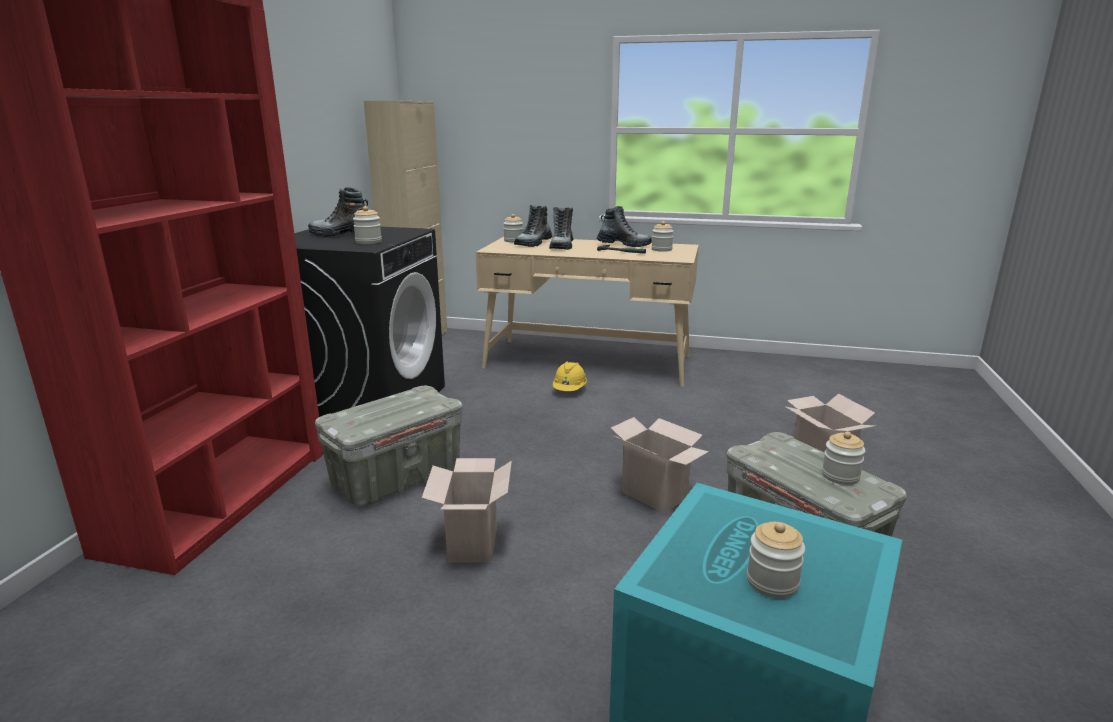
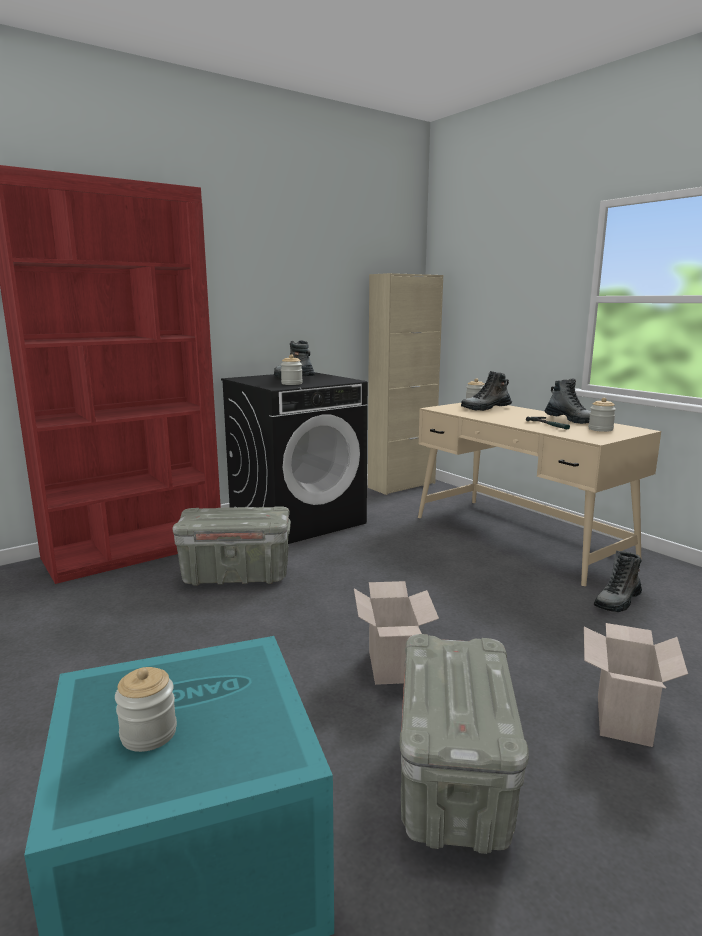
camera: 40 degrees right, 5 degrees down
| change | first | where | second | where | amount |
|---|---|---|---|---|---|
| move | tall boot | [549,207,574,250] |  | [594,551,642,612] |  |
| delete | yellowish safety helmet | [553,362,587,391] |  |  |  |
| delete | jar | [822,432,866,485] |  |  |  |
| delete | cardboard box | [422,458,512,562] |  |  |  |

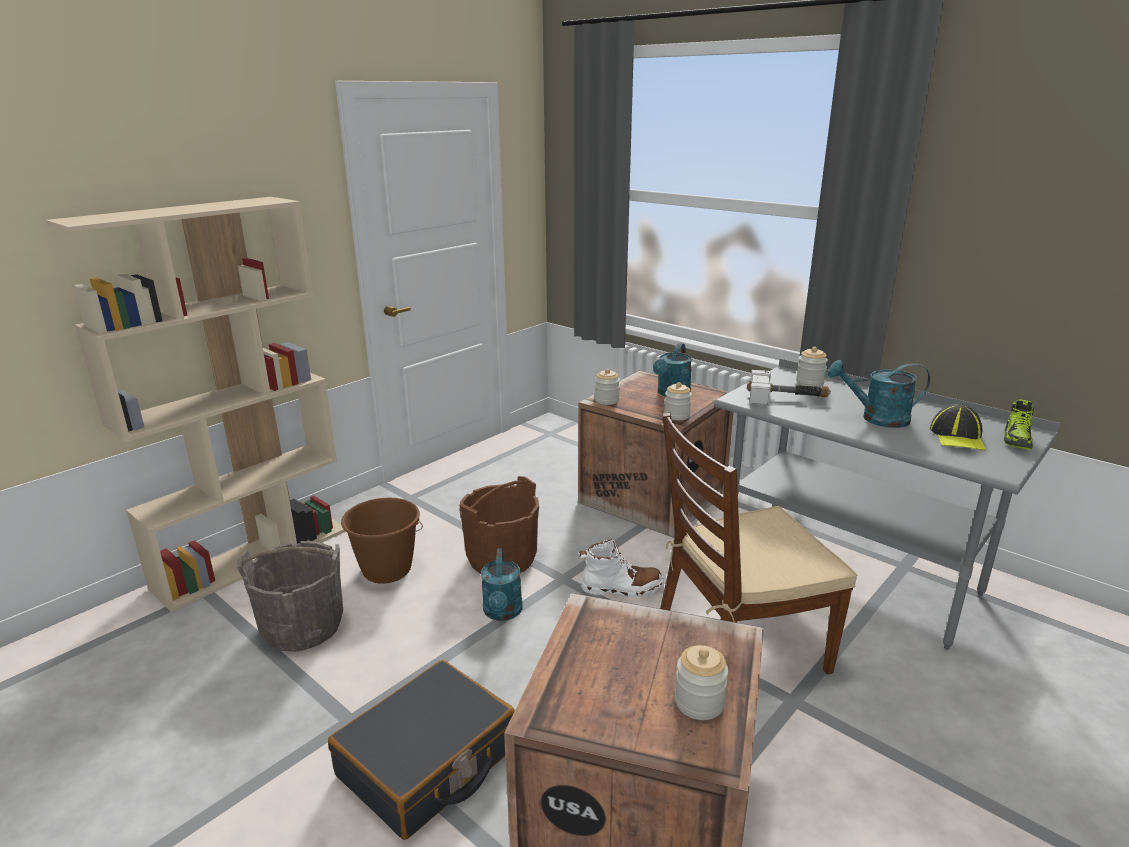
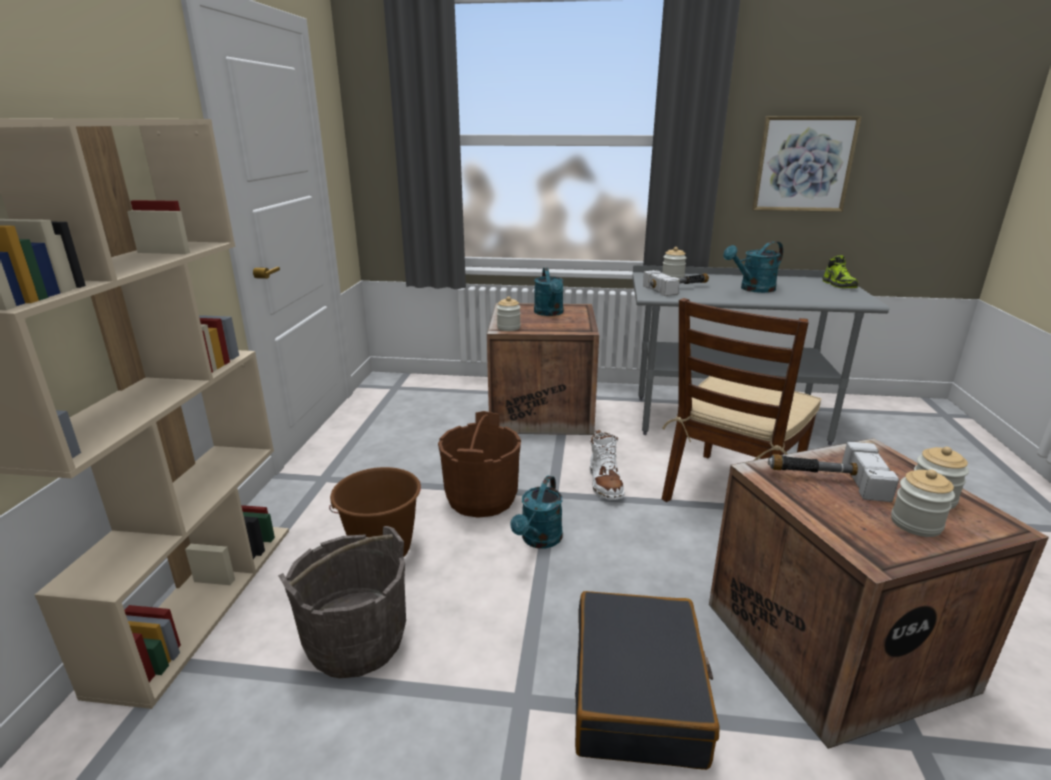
camera: 35 degrees left, 0 degrees up
| change | first | where | second | where | amount |
|---|---|---|---|---|---|
| move | jar | [664,382,692,420] |  | [891,469,955,537] |  |
| delete | baseball cap | [930,404,986,451] |  |  |  |
| rotate | white tall boot | [579,539,664,597] |  | [590,430,625,500] | 120 degrees clockwise |
| rotate | turquoise watering pot | [481,548,523,621] |  | [510,475,563,548] | 60 degrees clockwise |
| insert |  |  | picture | [752,116,862,212] |  |
| insert |  |  | hand hammer | [768,441,899,502] |  |

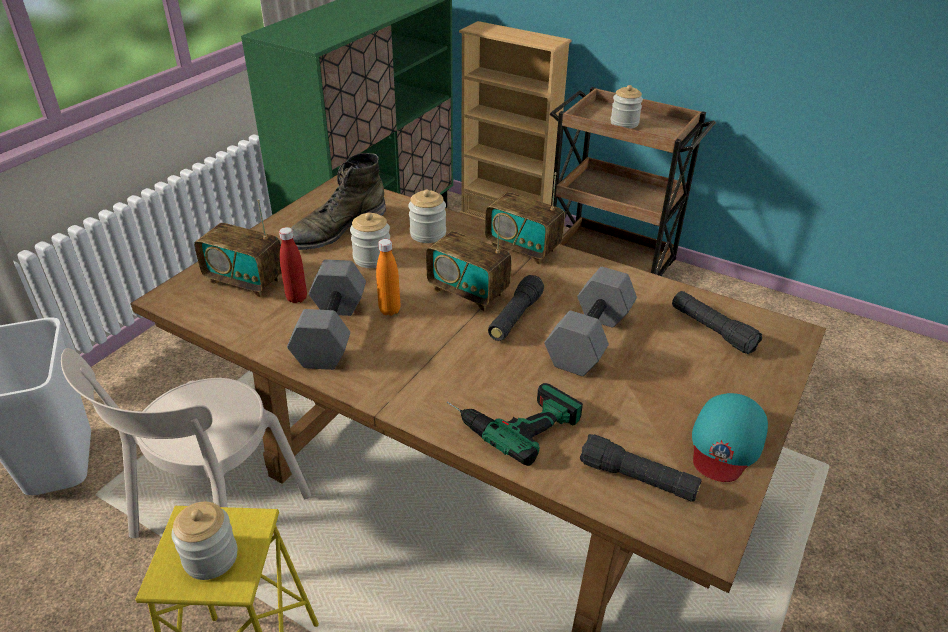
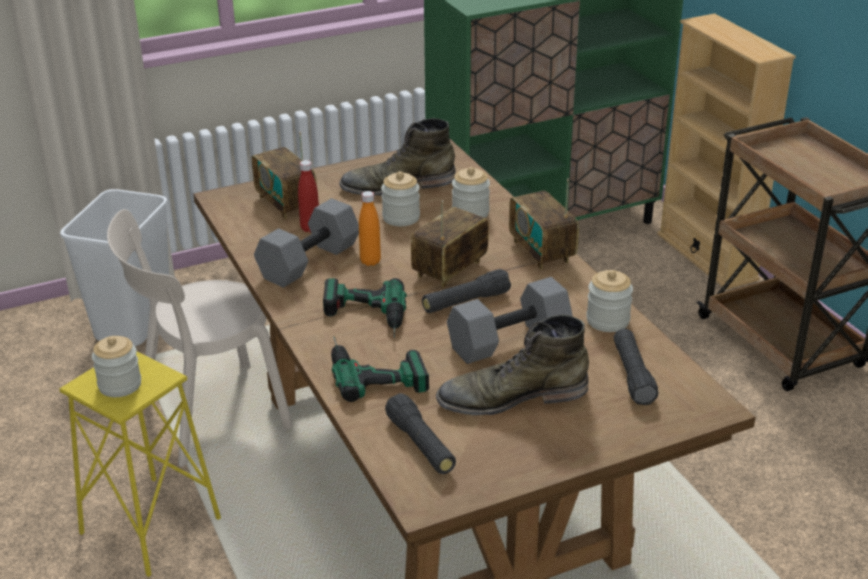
camera: 35 degrees right, 5 degrees down
| change | first | where | second | where | amount |
|---|---|---|---|---|---|
| move | jar | [611,85,643,129] |  | [586,270,633,332] |  |
| rotate | radio | [426,213,512,311] |  | [411,200,489,288] | 60 degrees clockwise |
| delete | turquoise baseball cap | [692,393,768,482] |  |  |  |
| insert |  |  | power drill | [323,278,406,338] |  |
| insert |  |  | green tall boot | [436,314,589,415] |  |

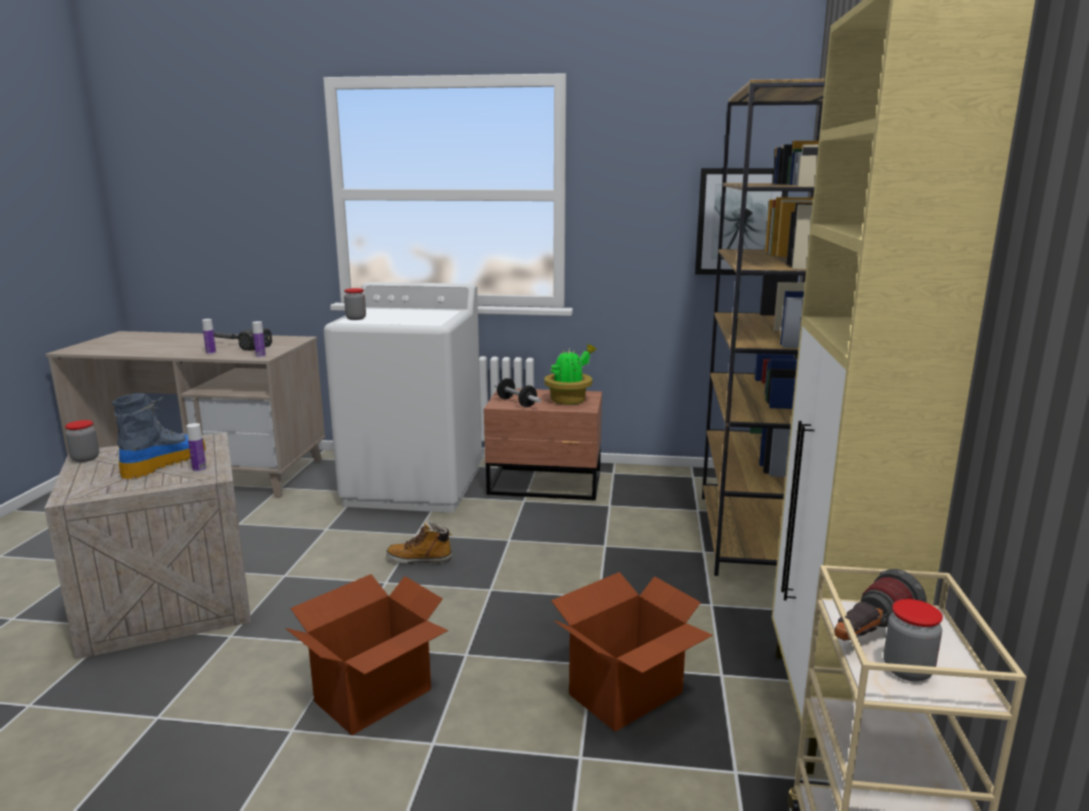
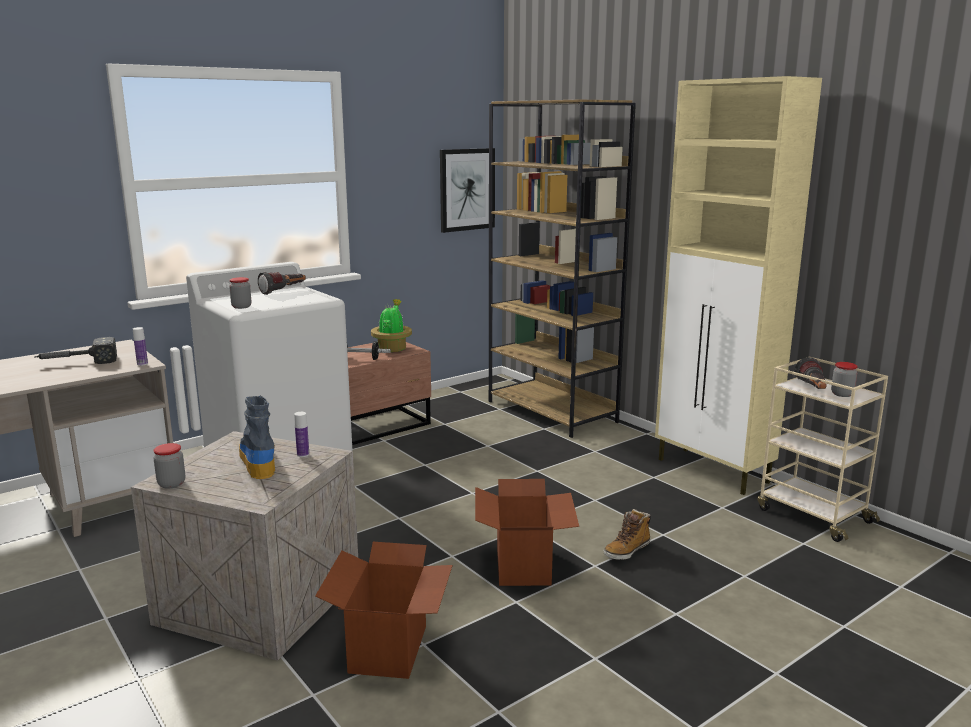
camera: 45 degrees left, 0 degrees up
| change | first | where | second | where | amount |
|---|---|---|---|---|---|
| delete | drink bottle | [202,319,216,354] |  |  |  |
| move | tall boot | [386,520,452,564] |  | [604,509,651,560] |  |
| move | cardboard box | [551,572,713,732] |  | [315,542,453,679] |  |
| insert |  |  | flashlight | [258,272,306,295] |  |

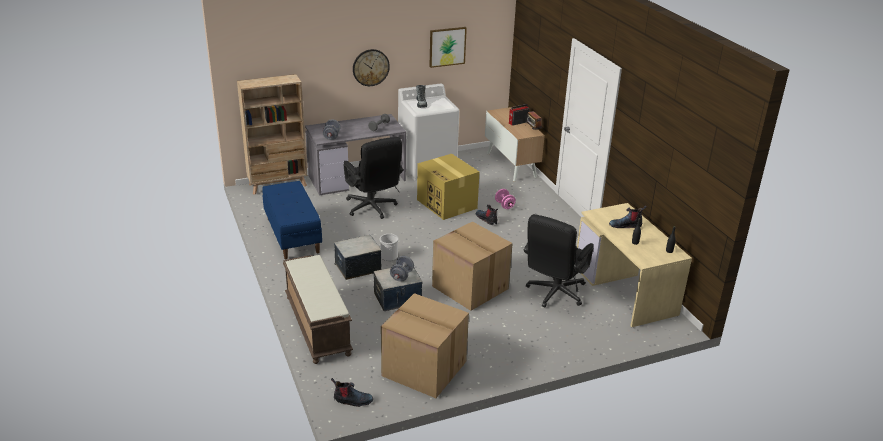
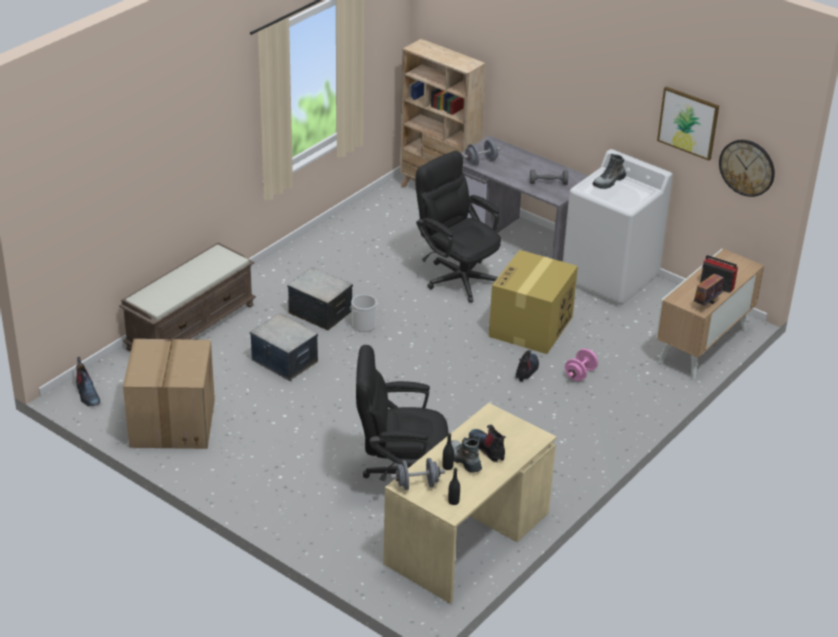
camera: 60 degrees right, 5 degrees up
| change | first | where | second | where | amount |
|---|---|---|---|---|---|
| move | wall clock | [353,49,390,86] |  | [719,140,775,197] |  |
| rotate | blackish desk chair | [343,137,403,219] |  | [416,151,501,302] | 105 degrees clockwise |
| delete | blue-coloured bench | [262,181,322,259] |  |  |  |
| delete | cardboard box | [432,222,513,311] |  |  |  |
| move | grey dumbbell | [390,256,414,282] |  | [391,458,445,490] |  |
| insert |  |  | tall boot | [451,435,482,473] |  |

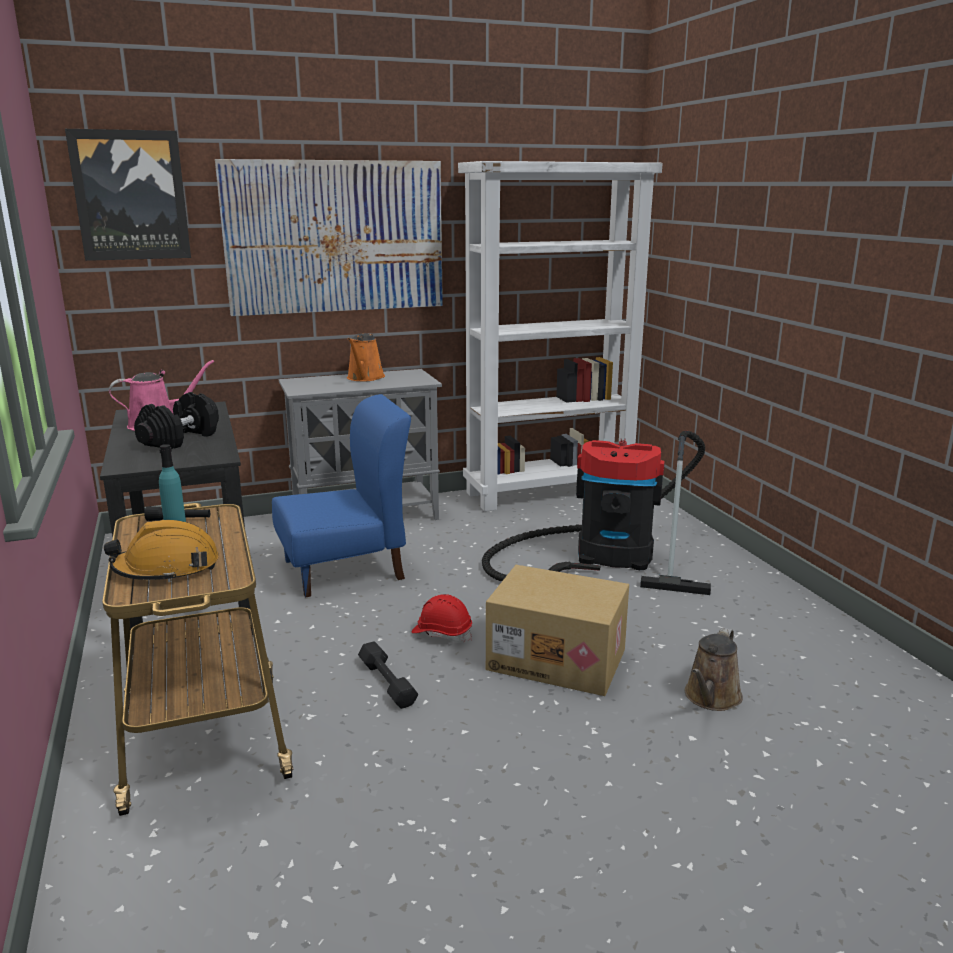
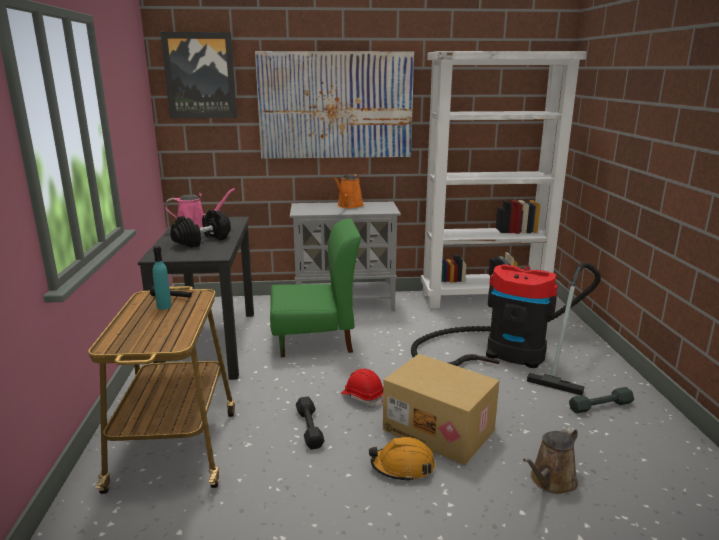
camera: 15 degrees right, 0 degrees up
| change | first | where | second | where | amount |
|---|---|---|---|---|---|
| recolor | blue-coloured upright chair | [272,394,411,597] | green upright chair | [270,219,361,357] |  |
| move | orange-coloured safety helmet | [104,520,219,582] |  | [369,437,435,482] |  |
| insert |  |  | grey dumbbell | [569,387,634,413] |  |

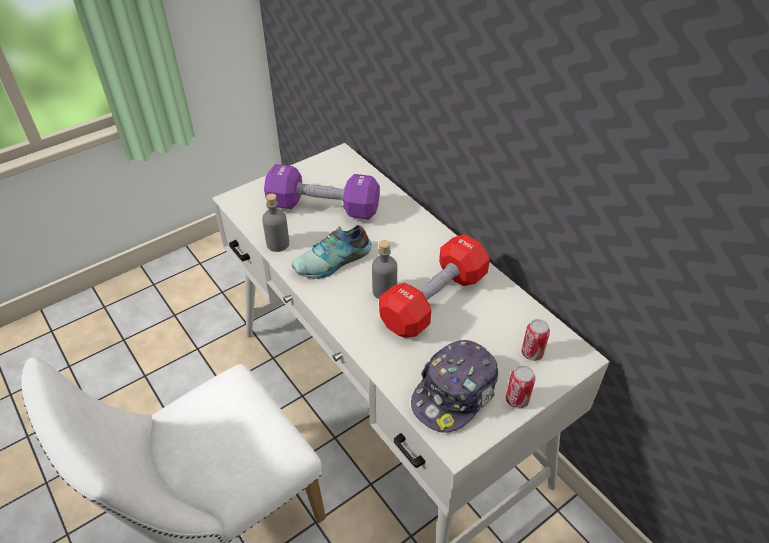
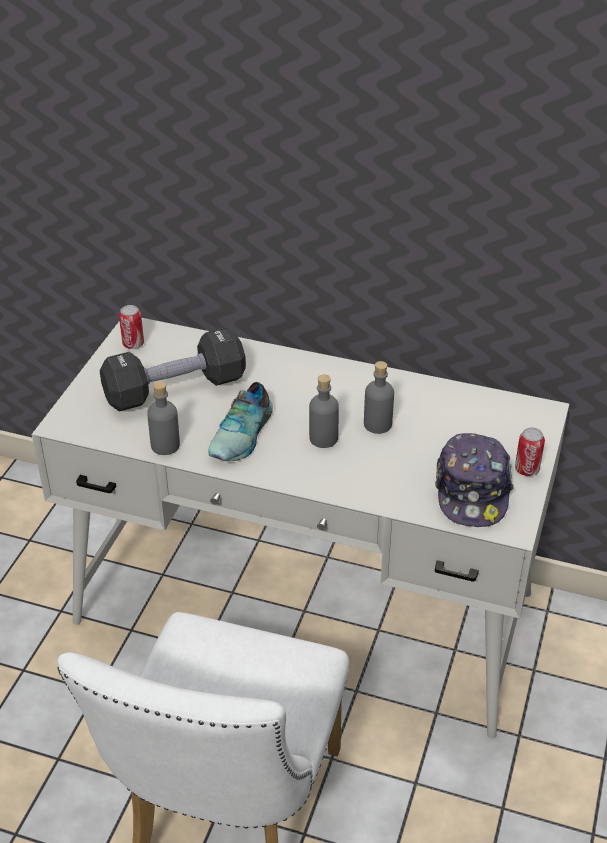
camera: 35 degrees left, 5 degrees down
| change | first | where | second | where | amount |
|---|---|---|---|---|---|
| recolor | purple-coloured dumbbell | [264,164,380,219] | blackish dumbbell | [100,327,246,411] |  |
| replace | red-coloured dumbbell | [379,234,490,338] | grey drink bottle | [364,361,394,434] |  |
| move | can | [521,319,550,361] |  | [119,305,144,349] |  |

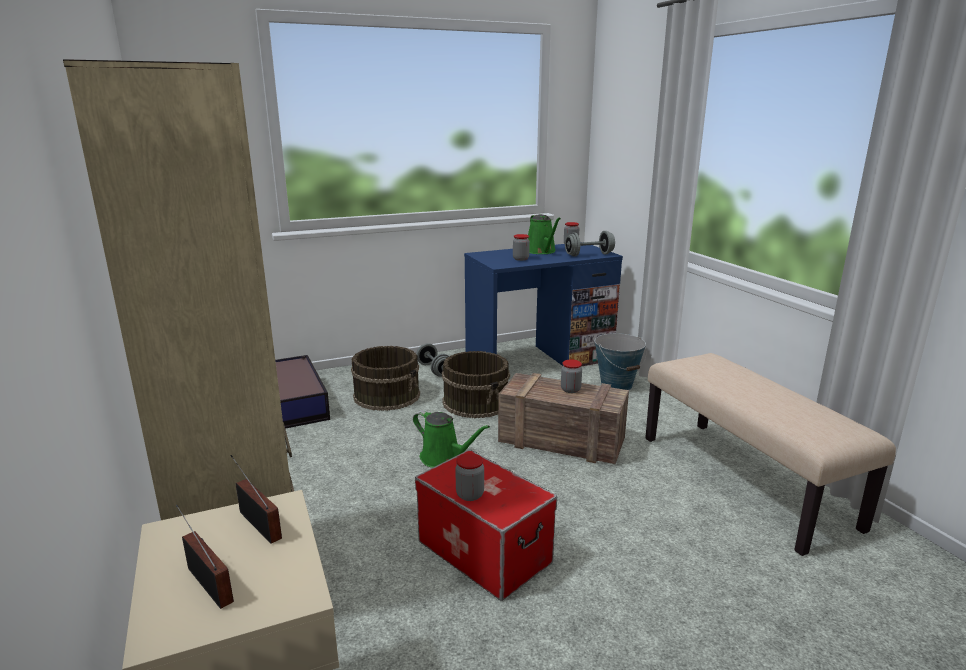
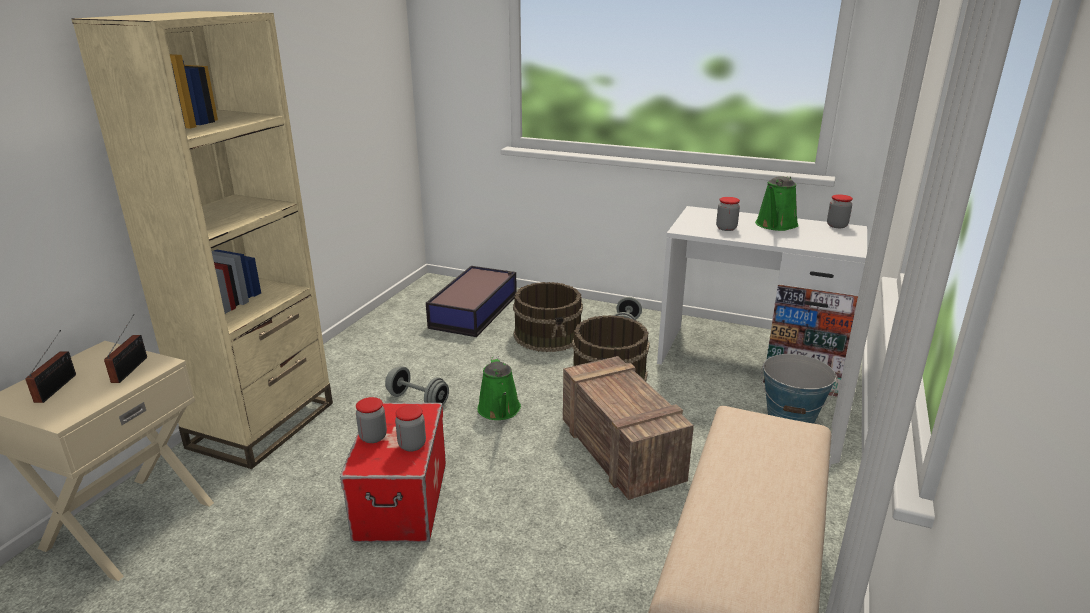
camera: 45 degrees right, 5 degrees up
| change | first | where | second | where | amount |
|---|---|---|---|---|---|
| move | grey dumbbell | [565,231,615,257] |  | [385,366,449,406] |  |
| recolor | blue-coloured desk unit | [464,244,623,367] | white desk unit | [657,206,867,397] |  |
| move | jar | [561,359,582,393] |  | [395,405,426,452] |  |

